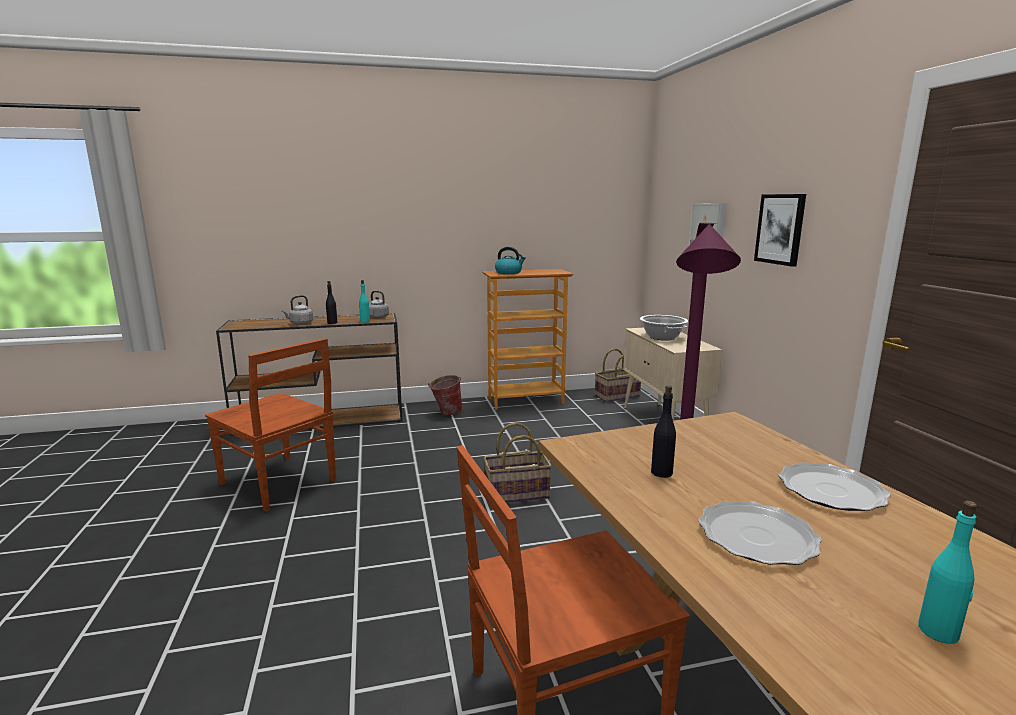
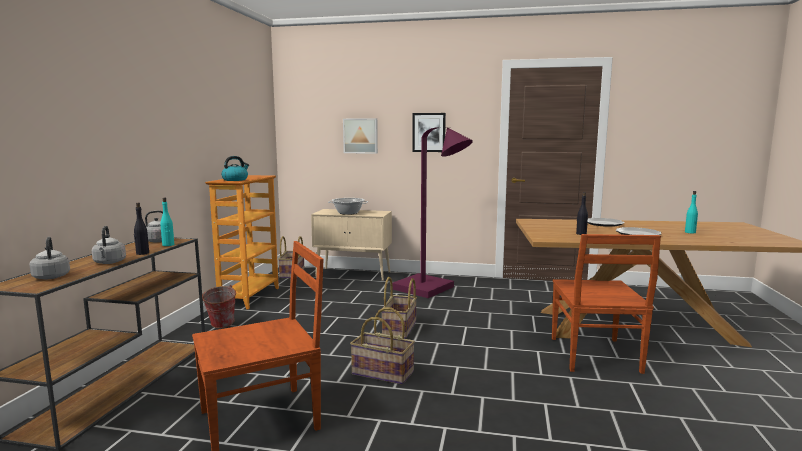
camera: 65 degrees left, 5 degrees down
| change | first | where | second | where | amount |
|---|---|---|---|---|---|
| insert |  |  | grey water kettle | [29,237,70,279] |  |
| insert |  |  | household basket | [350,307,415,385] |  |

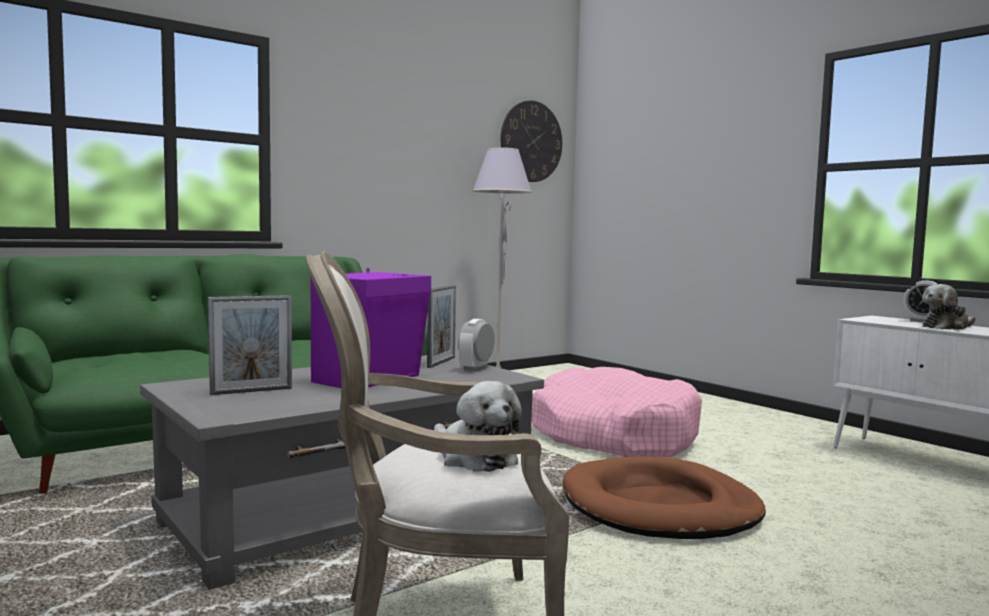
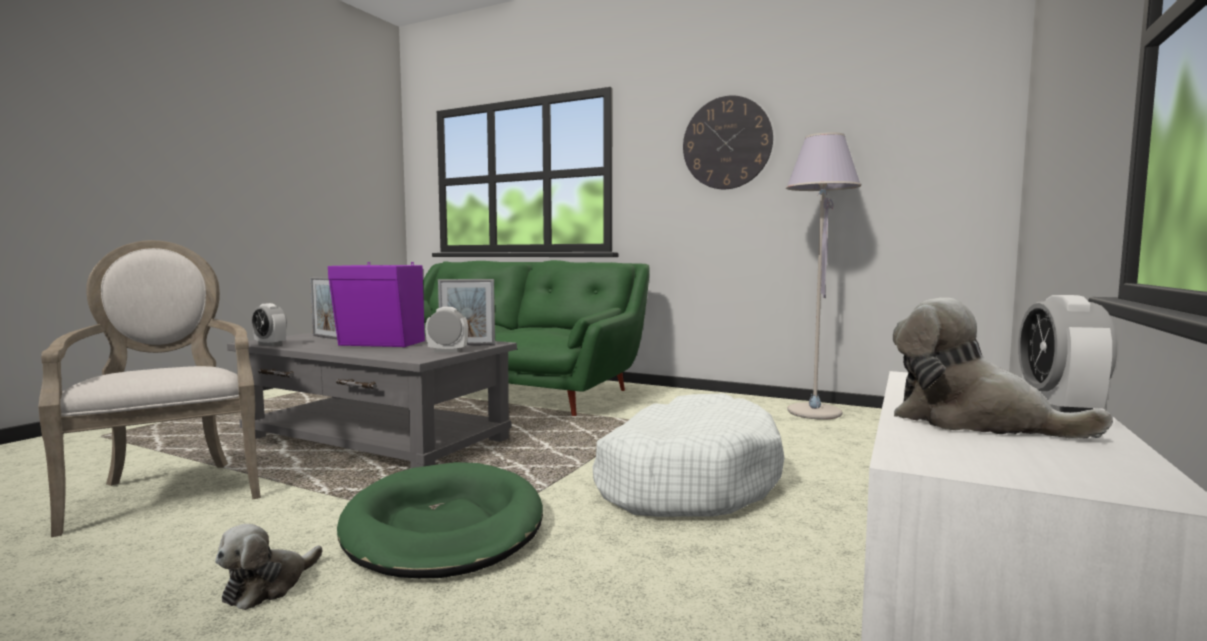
camera: 65 degrees right, 0 degrees up
| change | first | where | second | where | amount |
|---|---|---|---|---|---|
| move | wall clock | [501,101,562,182] |  | [683,95,773,189] |  |
| recolor | pink-coloured dog bed | [531,367,702,457] | white dog bed | [592,393,785,517] |  |
| move | cuddly toy | [434,381,522,472] |  | [215,524,323,610] |  |
| recolor | brown-coloured dog bed | [563,456,766,539] | green dog bed | [337,462,543,578] |  |
| insert |  |  | alarm clock | [251,303,287,346] |  |

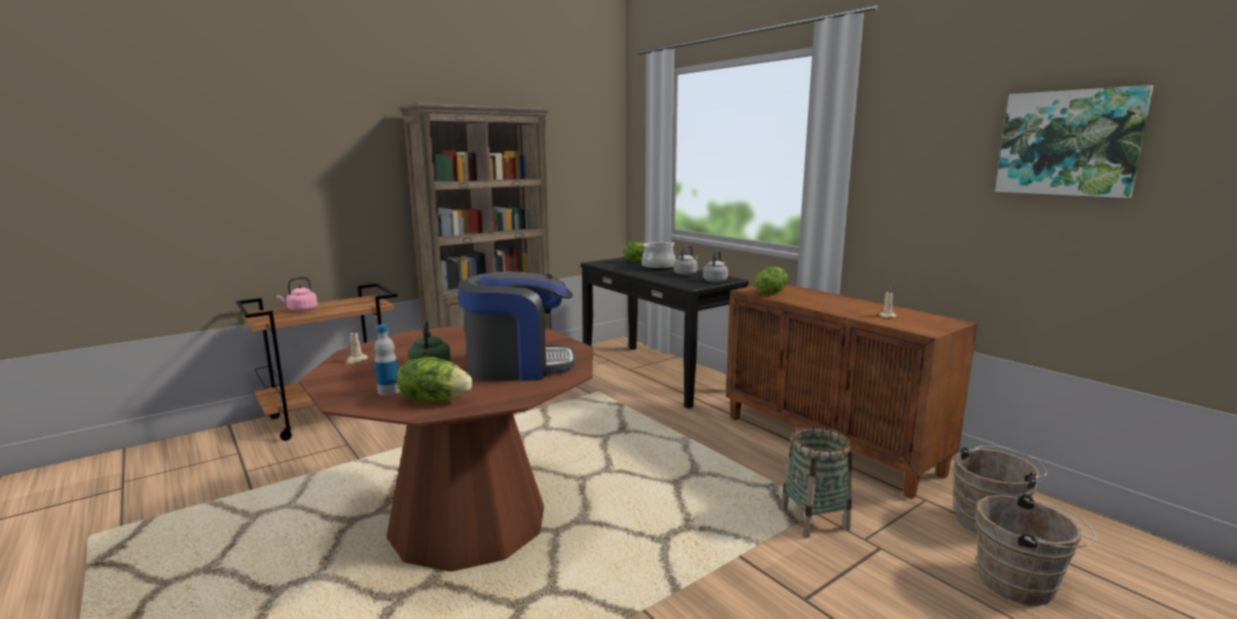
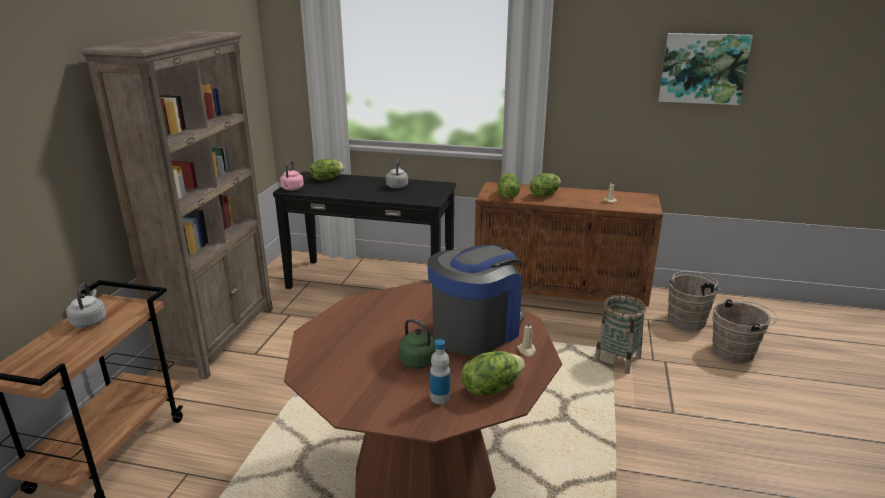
camera: 40 degrees left, 10 degrees up
| change | first | where | second | where | amount |
|---|---|---|---|---|---|
| delete | saucepot | [642,242,676,270] |  |  |  |
| move | grey water kettle | [703,251,728,283] |  | [66,283,106,328] |  |
| move | pink-coloured water kettle | [276,277,318,312] |  | [280,161,304,191] |  |
| move | sand-coloured wax light | [346,326,368,364] |  | [517,320,536,357] |  |
| insert |  |  | head of lettuce | [530,173,561,197] |  |

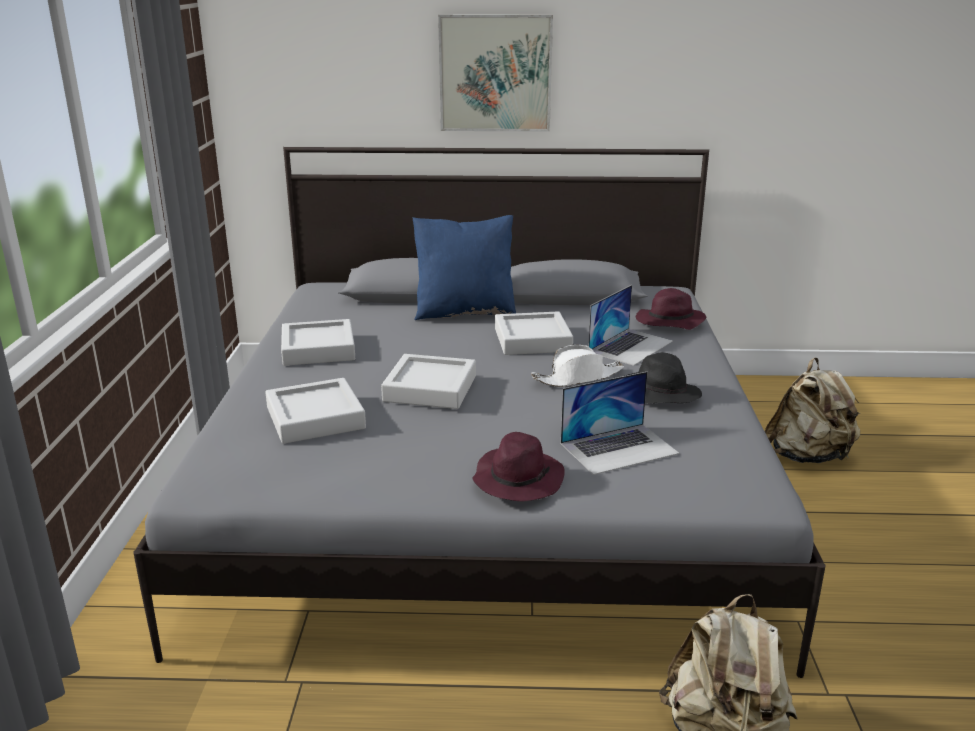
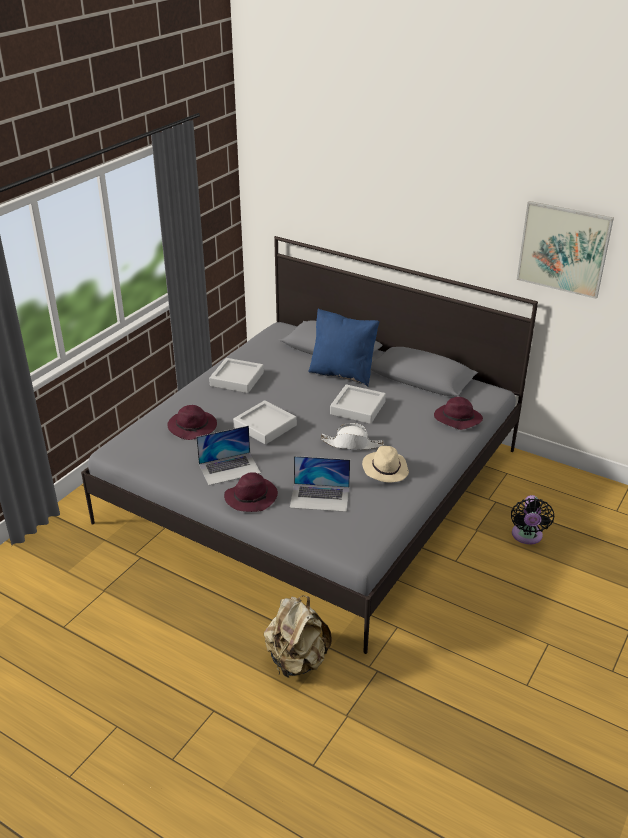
camera: 30 degrees right, 10 degrees up
| change | first | where | second | where | amount |
|---|---|---|---|---|---|
| move | picture | [438,14,553,132] |  | [517,201,614,299] |  |
| move | portable computer | [588,285,673,366] |  | [196,426,261,486] |  |
| recolor | blackish clothing hat | [626,352,702,403] | sand-coloured clothing hat | [362,446,409,482] |  |
| replace | sand-coloured rucksack | [765,358,860,463] | blackish cooling fan | [511,495,554,544] |  |
| replace | grey serving tray | [265,378,366,444] | purple-coloured clothing hat | [167,405,217,440] |  |

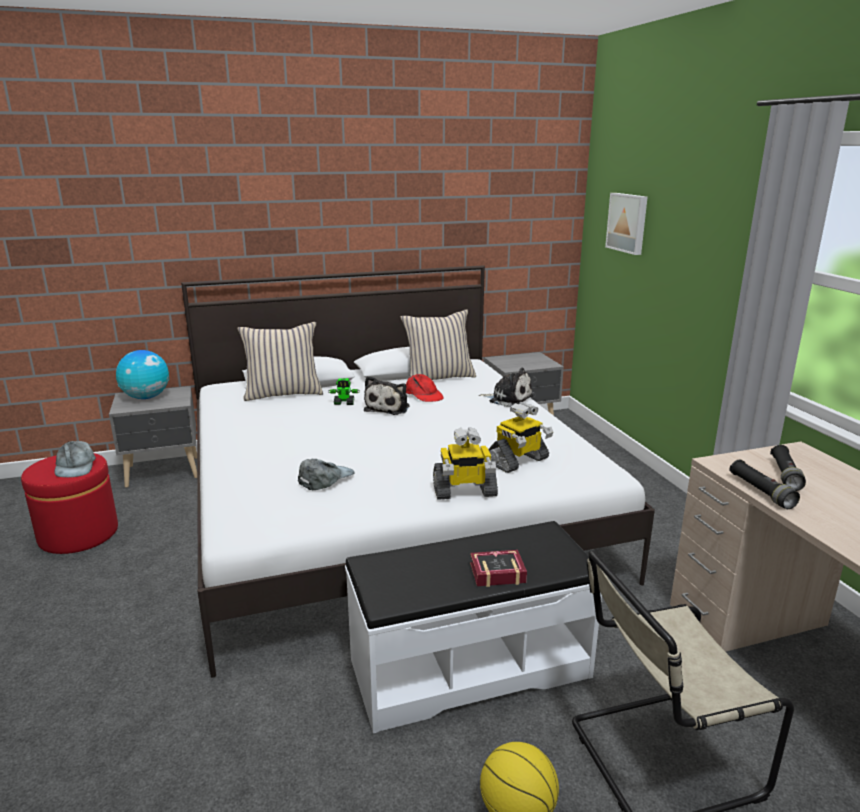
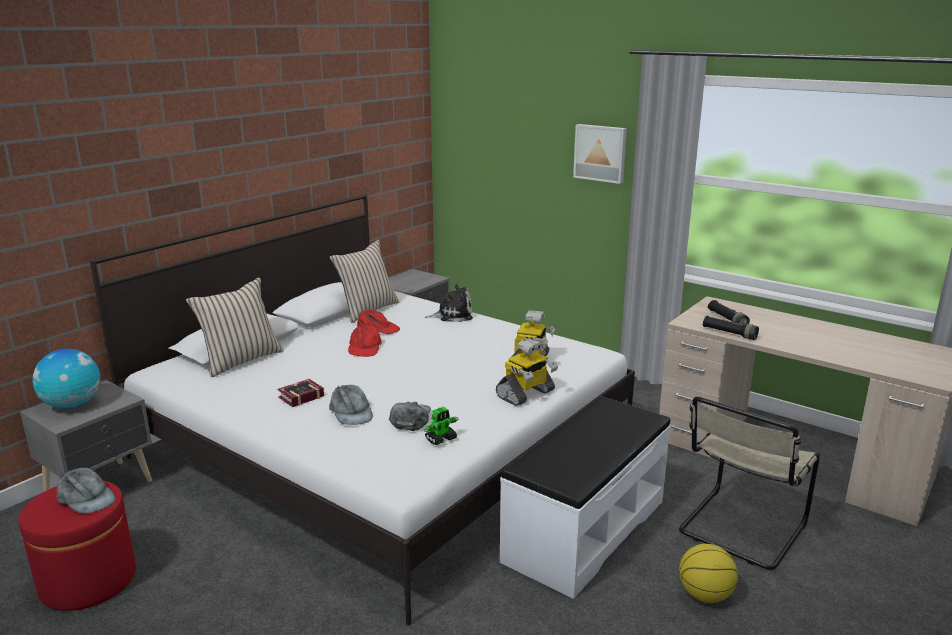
camera: 35 degrees left, 0 degrees up
| change | first | where | second | where | amount |
|---|---|---|---|---|---|
| move | picture | [605,193,648,255] |  | [573,124,627,184] |  |
| replace | cuddly toy | [364,376,409,415] | red-coloured baseball cap | [348,325,382,357] |  |
| move | model robot | [329,378,360,405] |  | [424,407,458,445] |  |
| move | bound book | [470,550,527,587] |  | [278,379,324,407] |  |
| insert |  |  | grey baseball cap | [329,385,373,425] |  |

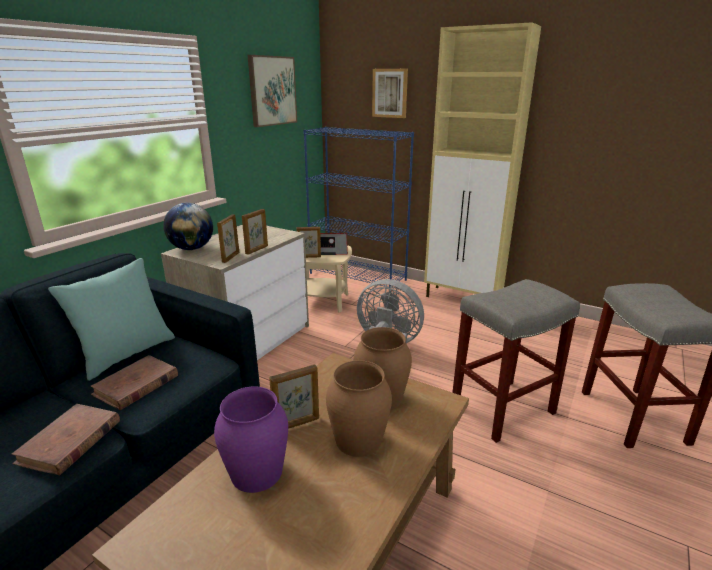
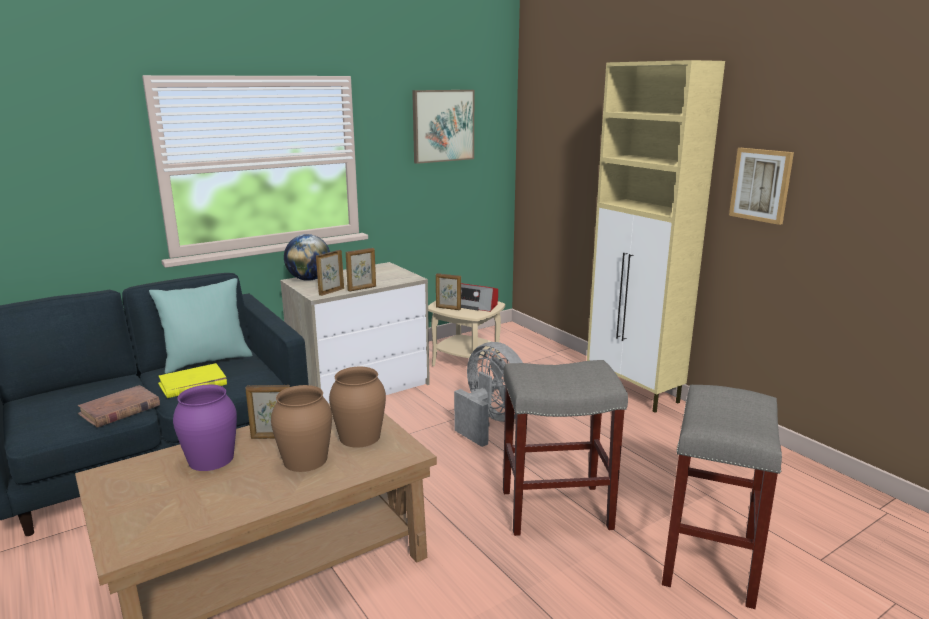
camera: 25 degrees right, 5 degrees down
| change | first | where | second | where | amount |
|---|---|---|---|---|---|
| move | picture | [372,69,408,118] |  | [729,148,794,225] |  |
| delete | blue-coloured shelving unit | [303,127,414,291] |  |  |  |
| recolor | brown-coloured bound book | [91,355,178,410] | yellowish bound book | [158,363,227,398] |  |

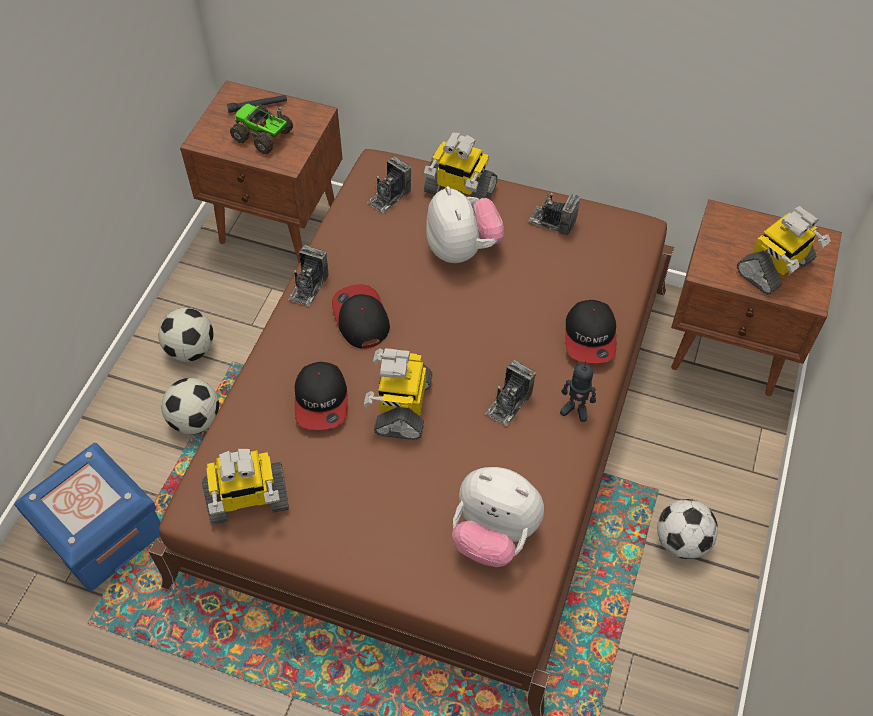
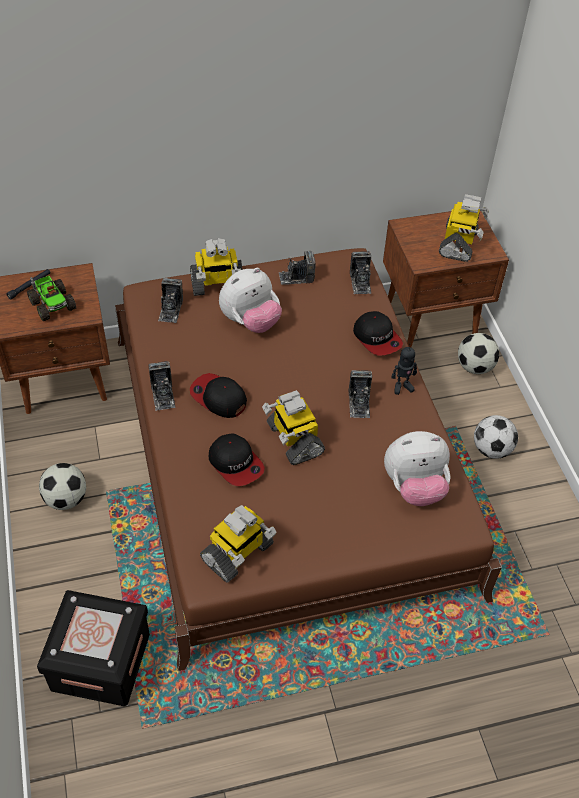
camera: 35 degrees left, 5 degrees down
| change | first | where | second | where | amount |
|---|---|---|---|---|---|
| rotate | toy lorry | [230,104,293,154] |  | [27,276,76,321] | 120 degrees counterclockwise |
| rotate | cuddly toy | [426,186,504,263] |  | [219,268,282,333] | 105 degrees clockwise |
| move | football | [161,378,219,434] |  | [458,333,499,374] |  |
| recolor | blue-coloured storage container | [14,443,161,591] | blackish storage container | [37,590,150,706] |  |
| insert |  |  | photo camera | [350,251,372,294] |  |

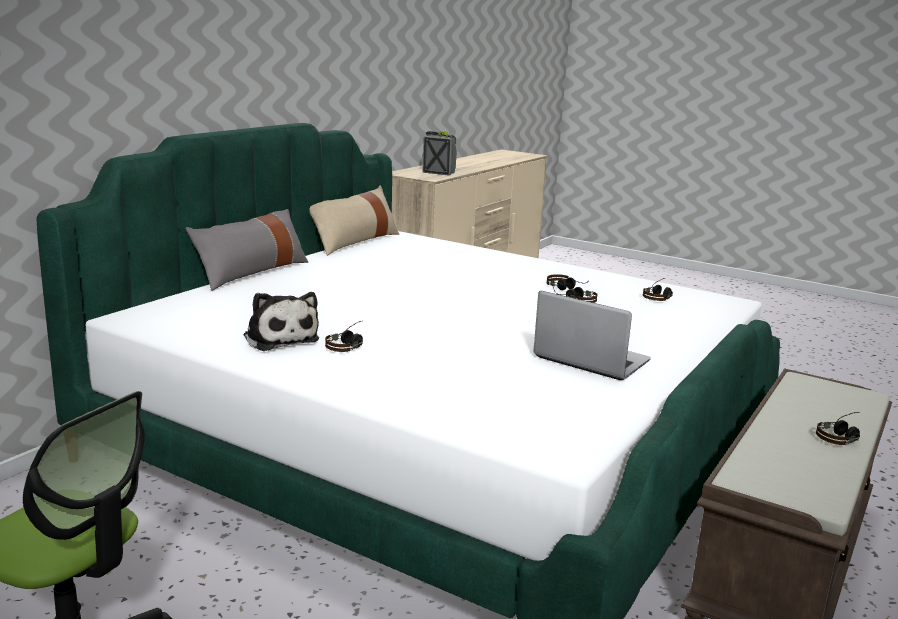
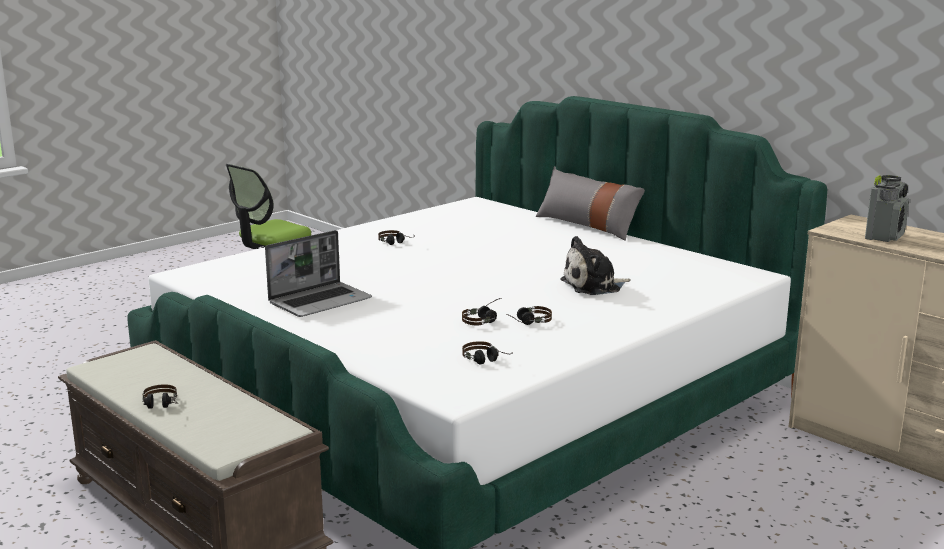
camera: 105 degrees right, 0 degrees up
| change | first | where | second | where | amount |
|---|---|---|---|---|---|
| delete | sand-coloured cushion | [309,186,399,256] |  |  |  |
| move | cuddly toy | [244,292,319,351] |  | [560,236,631,295] |  |

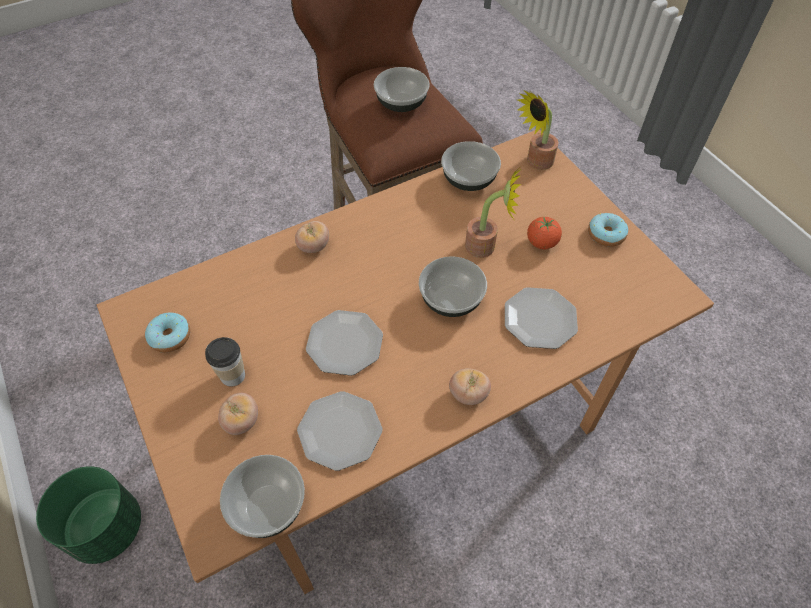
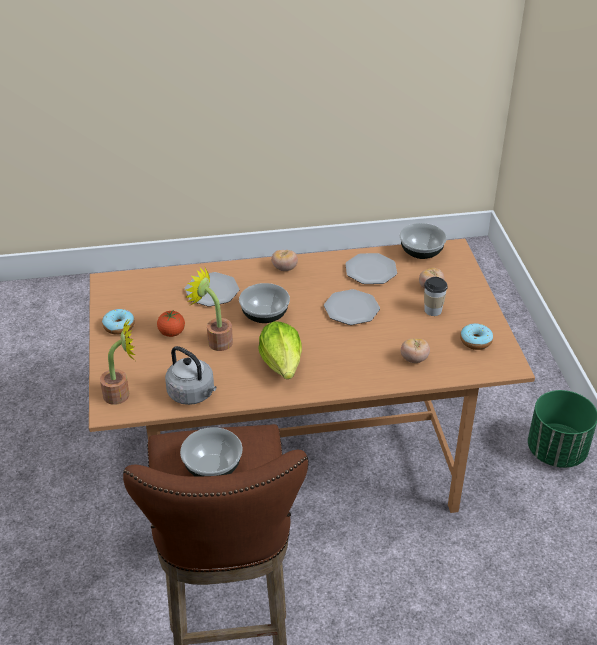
camera: 160 degrees left, 15 degrees down
| change | first | where | second | where | amount |
|---|---|---|---|---|---|
| replace | deep dish | [441,141,501,191] | grey water kettle | [165,346,217,405] |  |
| move | tomato | [295,221,329,253] |  | [401,338,430,363] |  |
| insert |  |  | head of lettuce | [258,321,302,379] |  |

